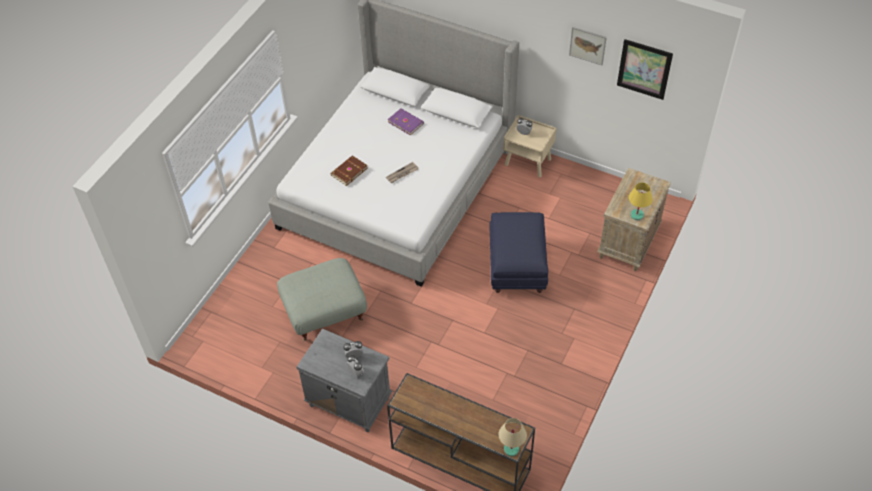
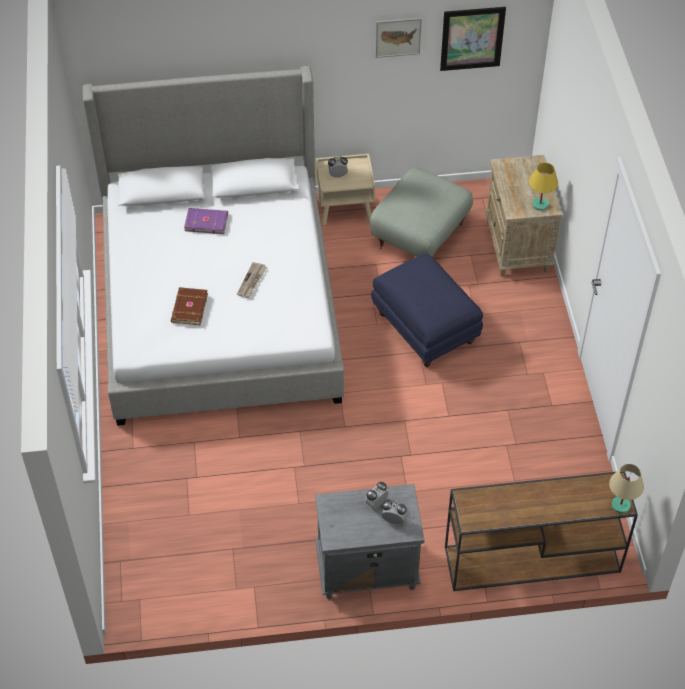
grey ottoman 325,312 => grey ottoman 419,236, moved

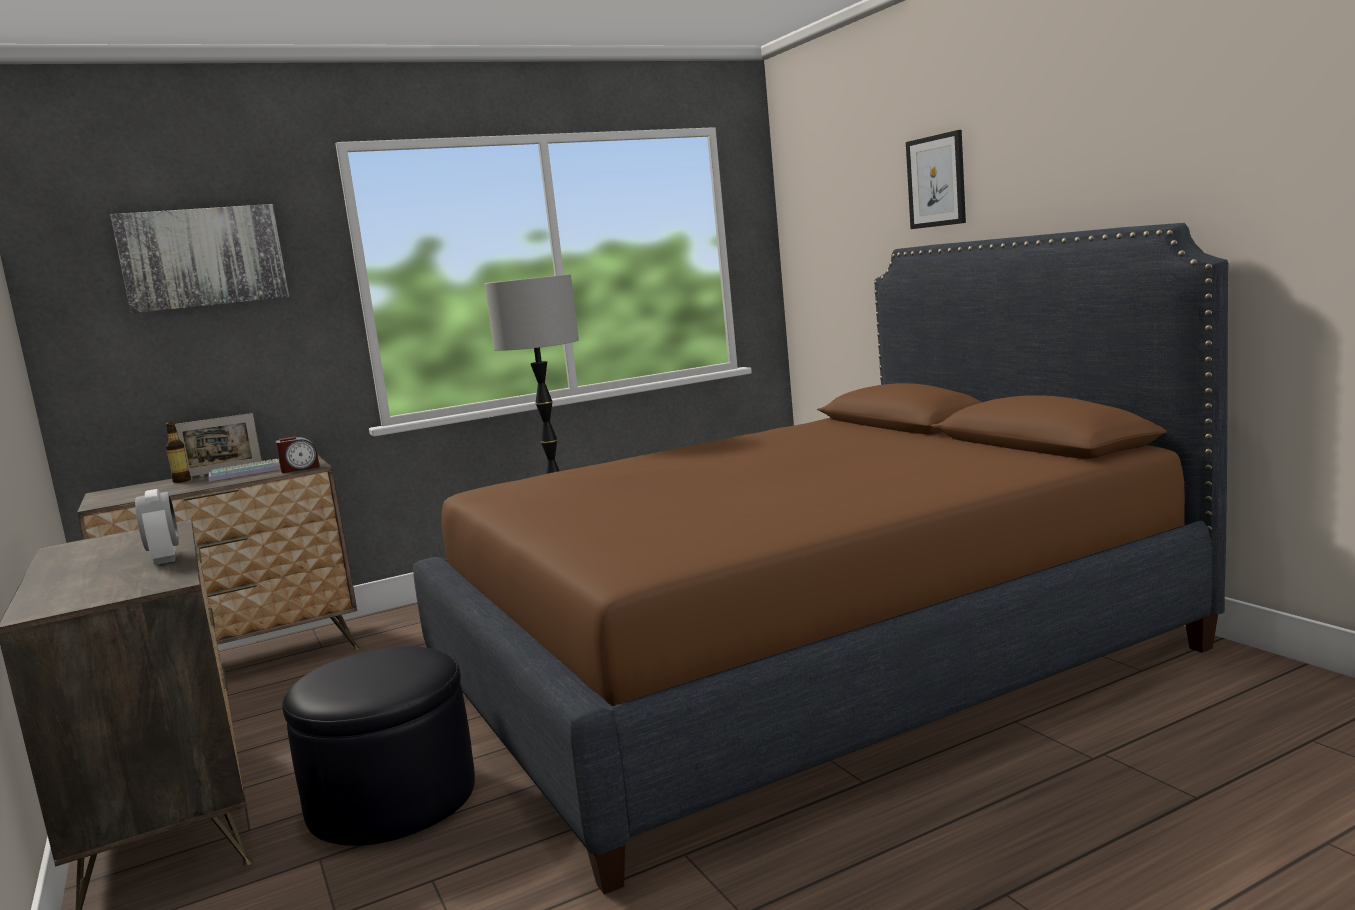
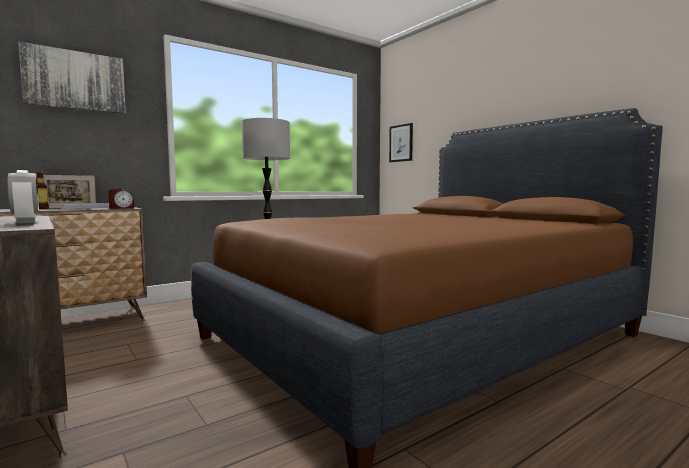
black ottoman 393,798 => nothing
picture 936,181 => picture 401,143, moved

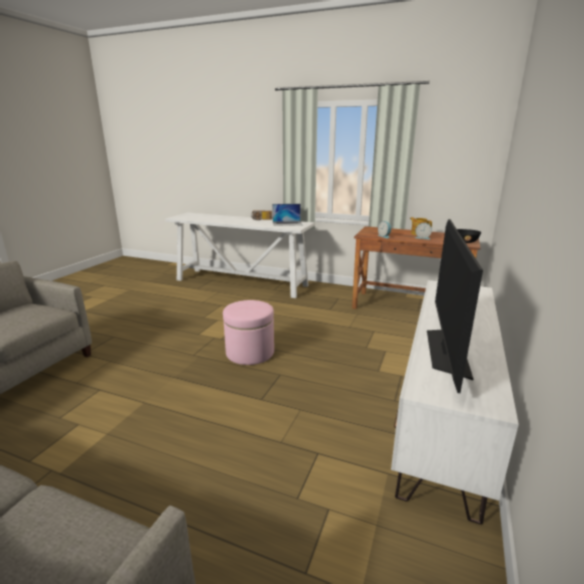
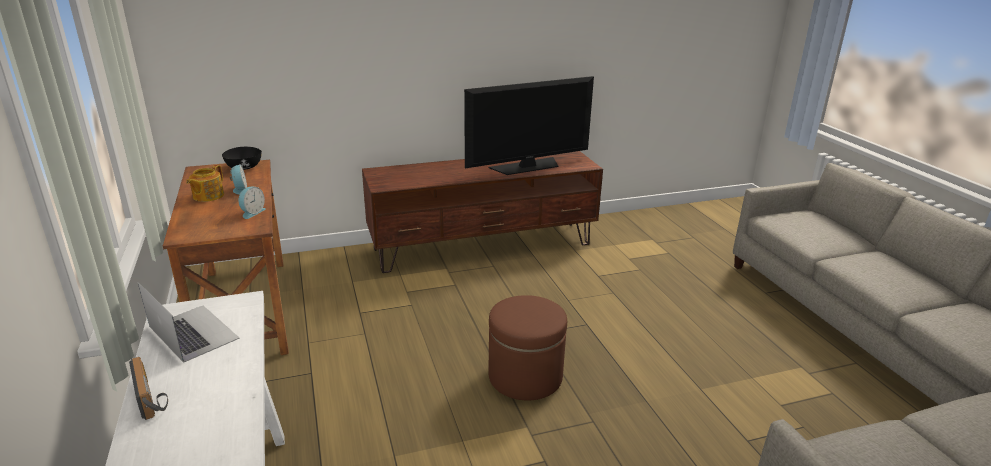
pink ottoman 250,352 => brown ottoman 525,376
white tv stand 443,413 => brown tv stand 483,246

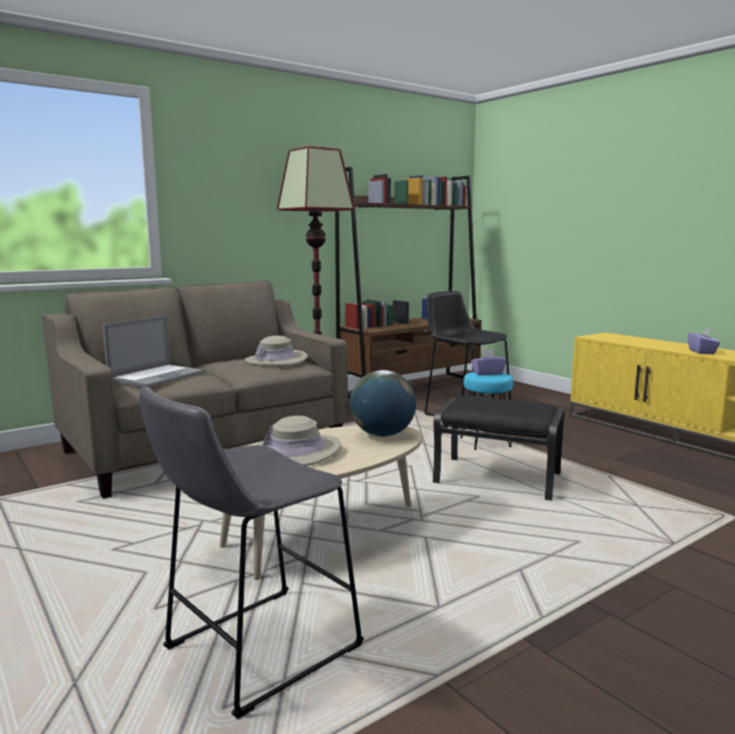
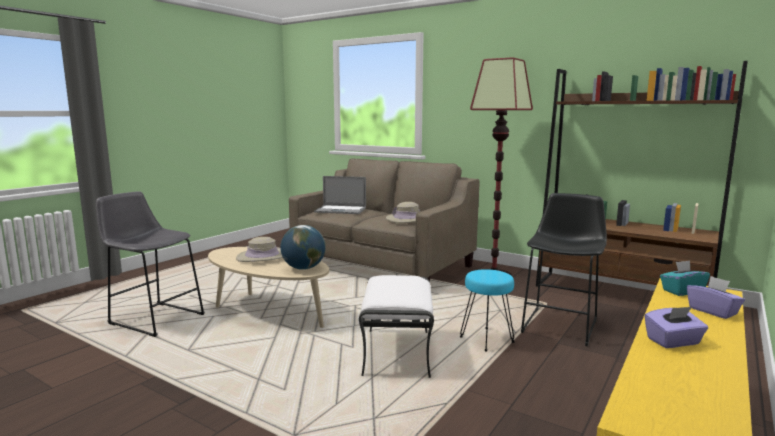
black ottoman 496,479 => white ottoman 396,351
purple tissue box 487,373 => purple tissue box 712,311, moved
nothing => turquoise tissue box 682,291

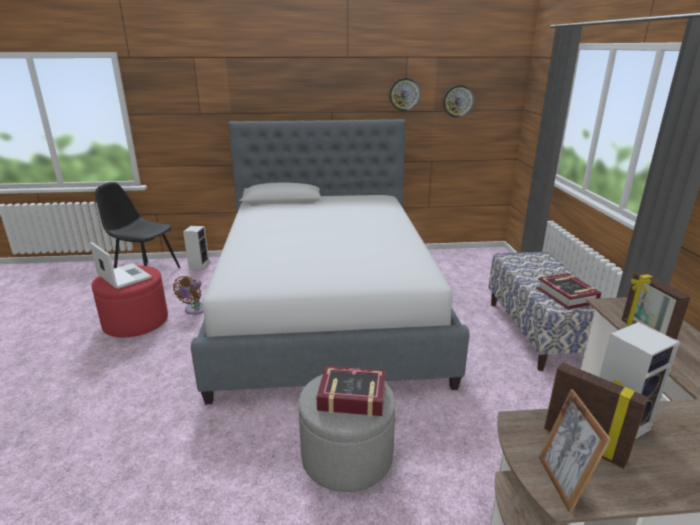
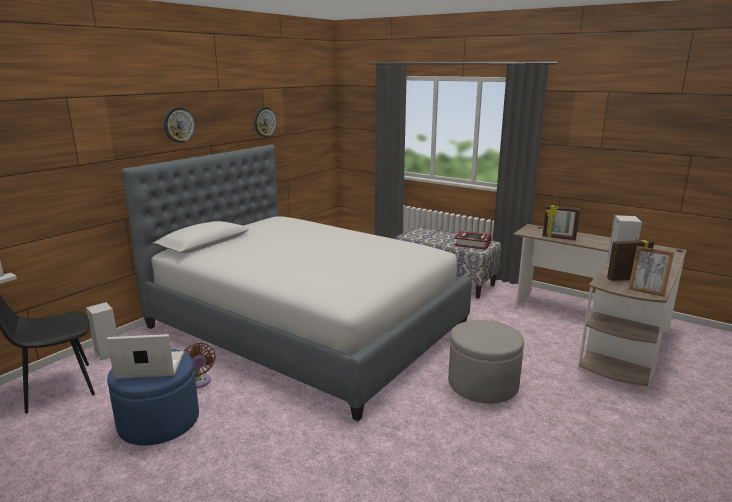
red ottoman 136,322 => blue ottoman 159,422
book 352,397 => nothing
wall clock 457,101 => wall clock 179,125, moved

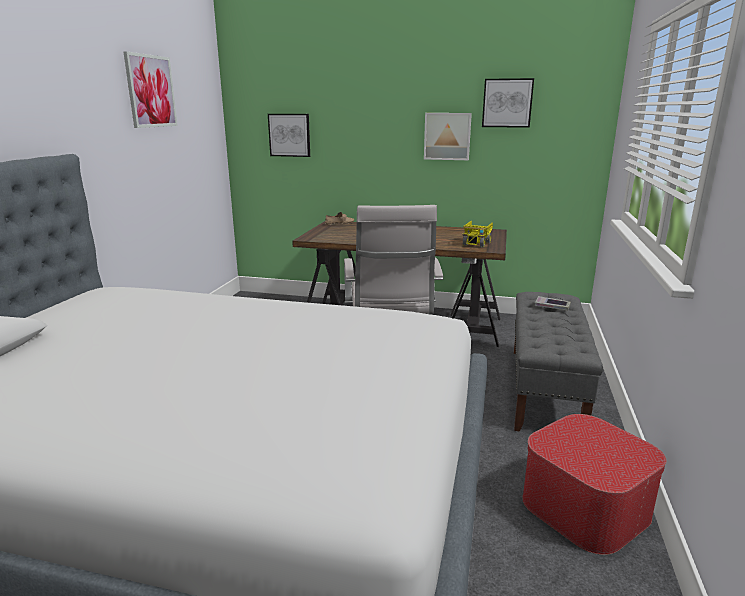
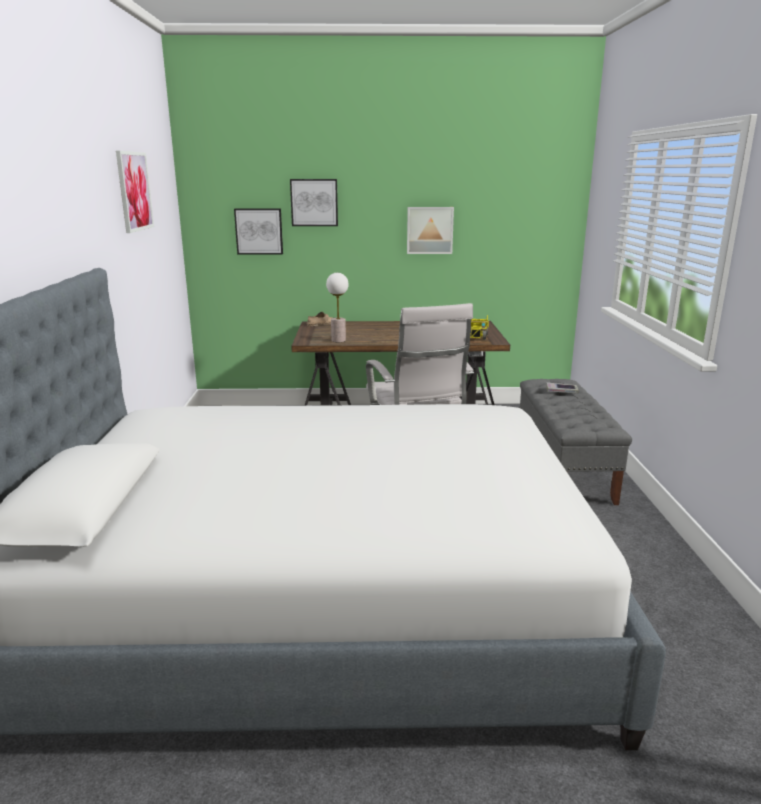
picture 507,103 => picture 314,202, moved
ottoman 584,506 => nothing
nothing => table lamp 338,340

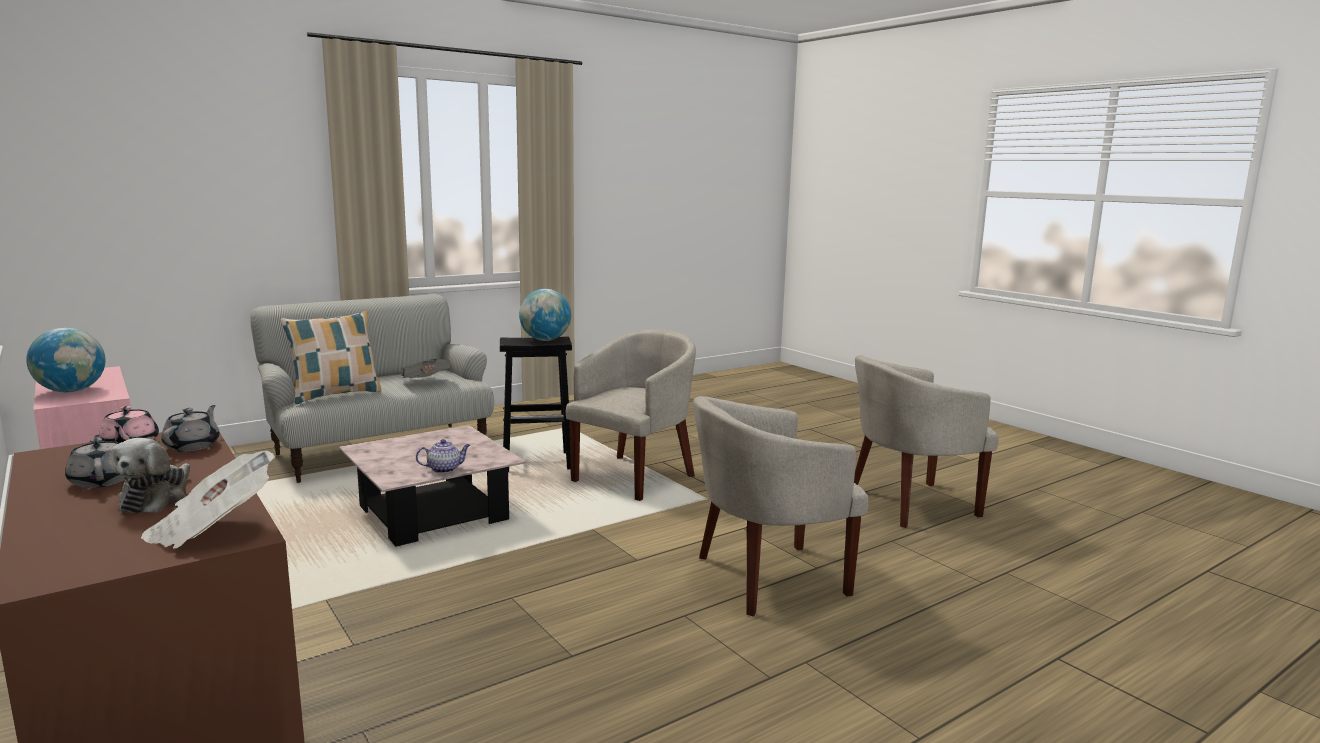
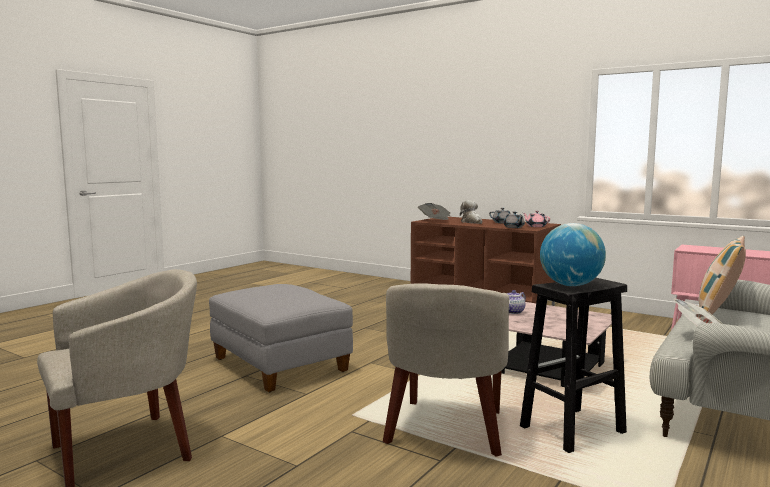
globe 71,391 => nothing
beige armchair 767,578 => grey ottoman 281,365

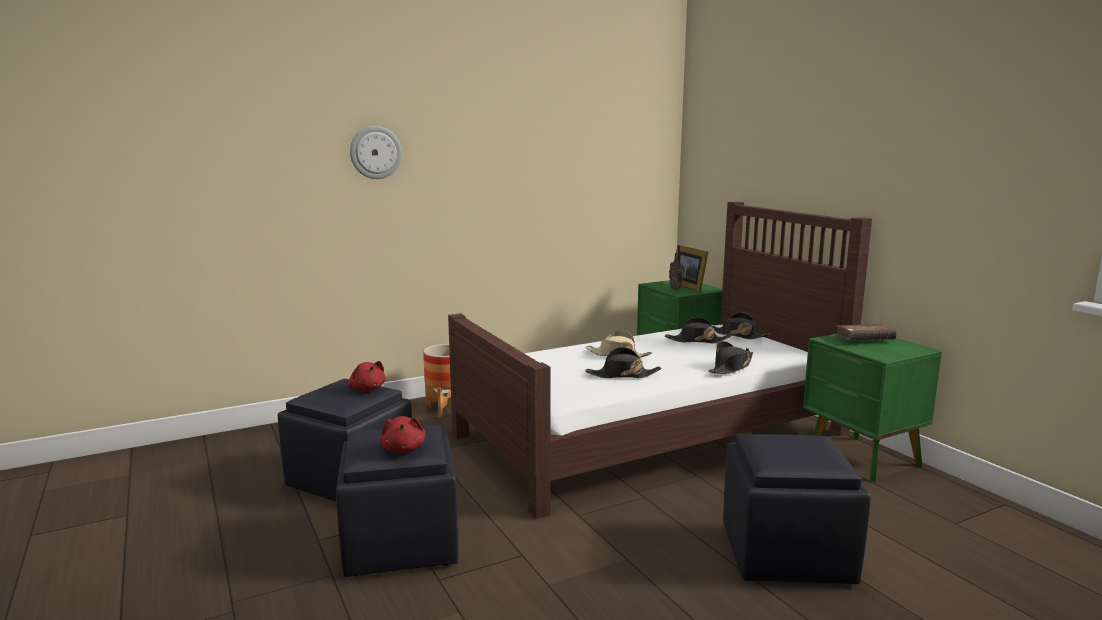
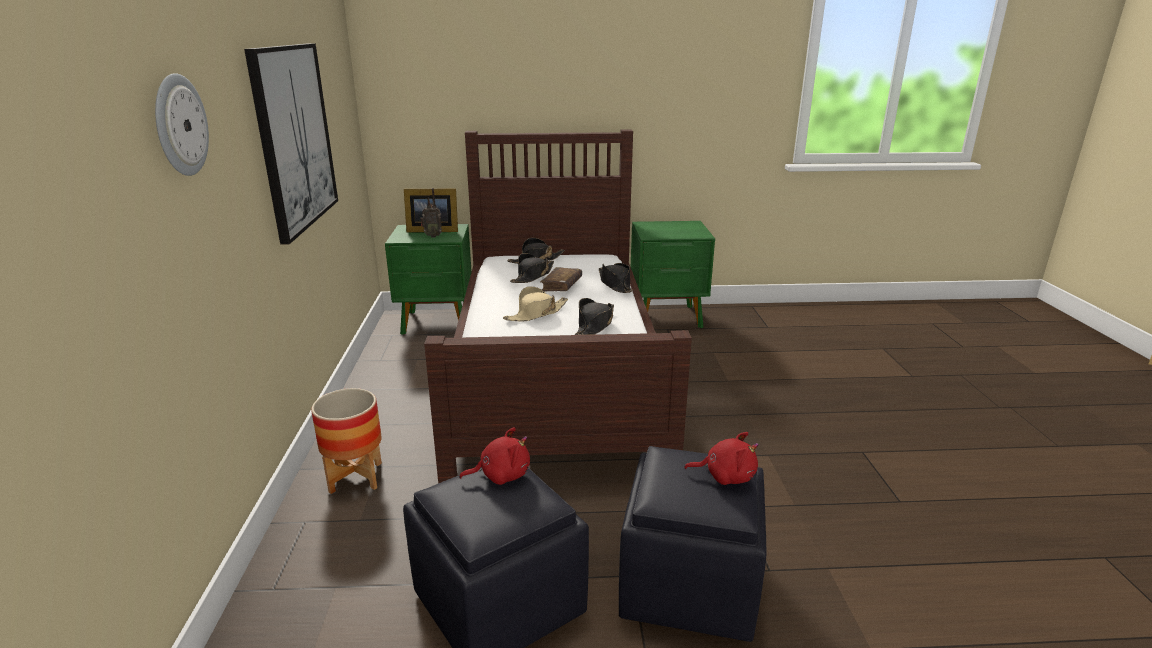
black ottoman 785,555 => nothing
brown book 864,340 => brown book 561,286, moved
nothing => picture 294,137

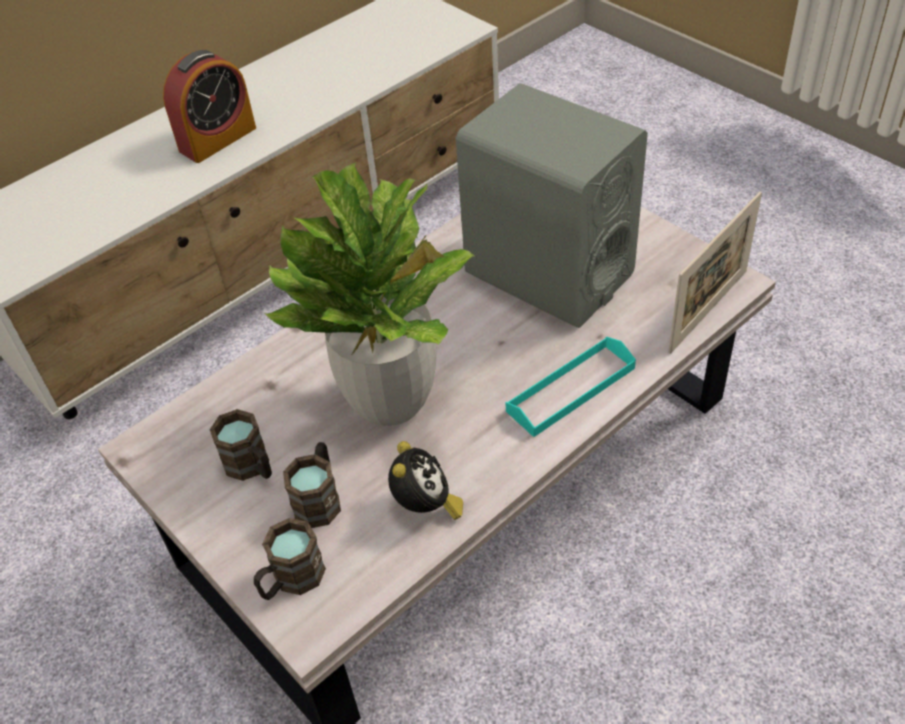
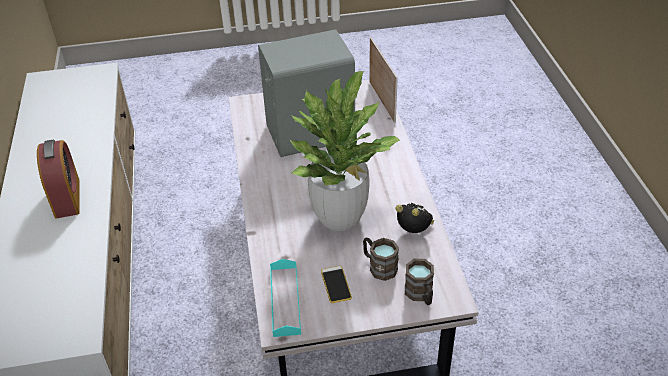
brown mug 252,467 => phone 336,284
turquoise tray 571,389 => turquoise tray 285,300, moved

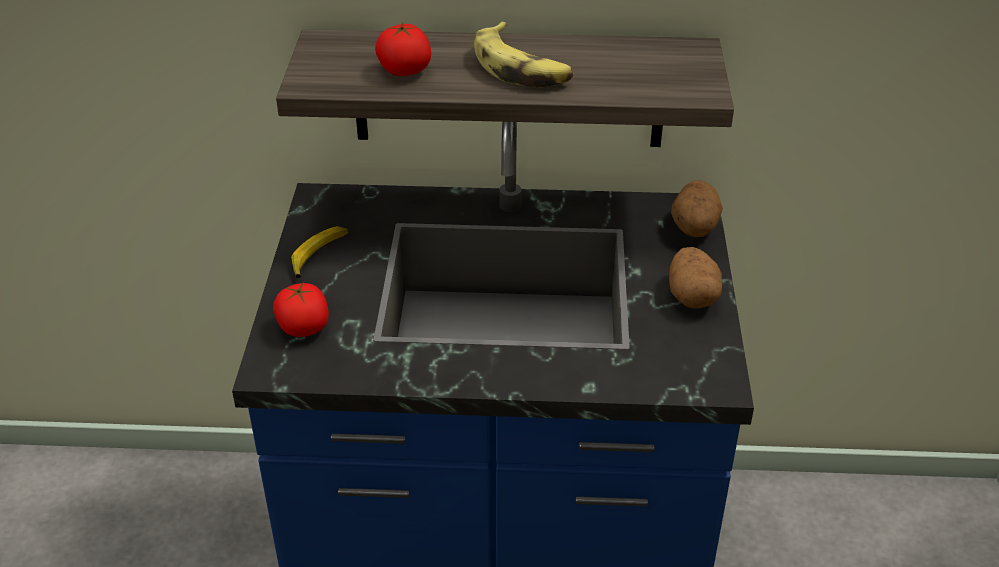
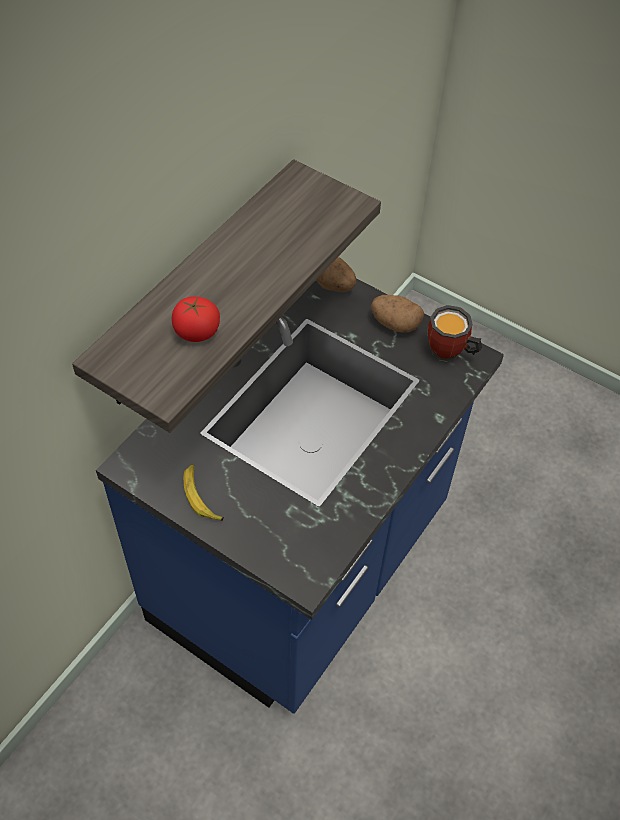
tomato 304,328 => nothing
banana 521,68 => nothing
nothing => mug 449,354

